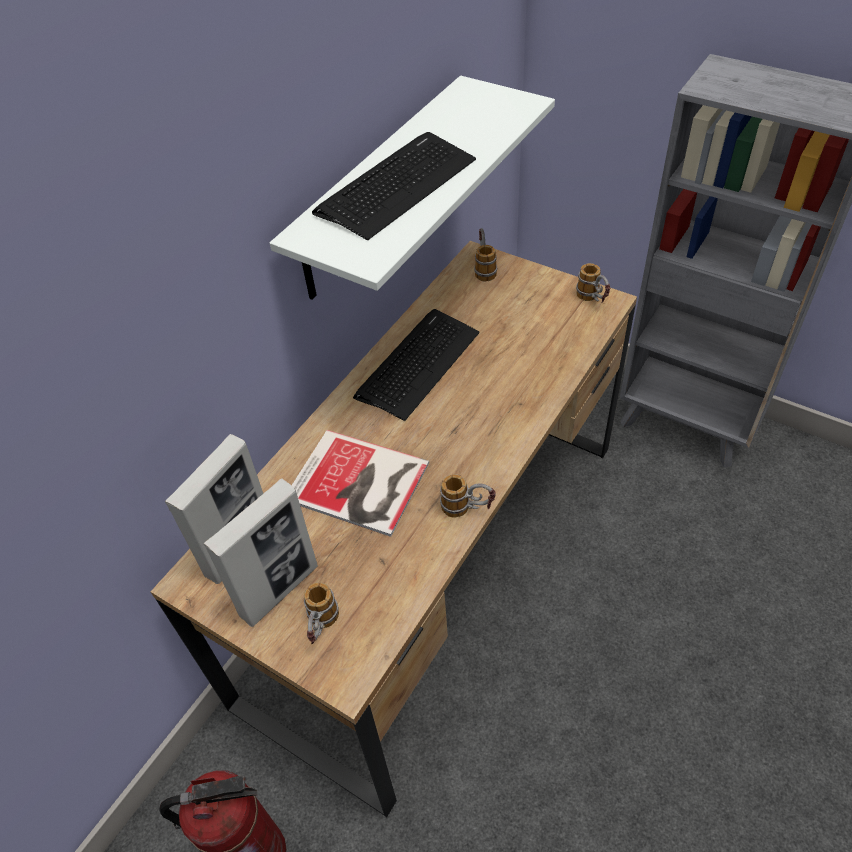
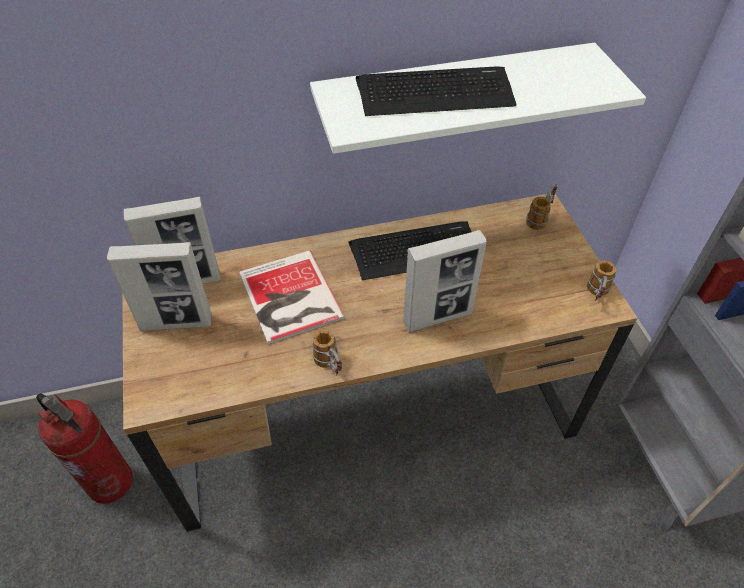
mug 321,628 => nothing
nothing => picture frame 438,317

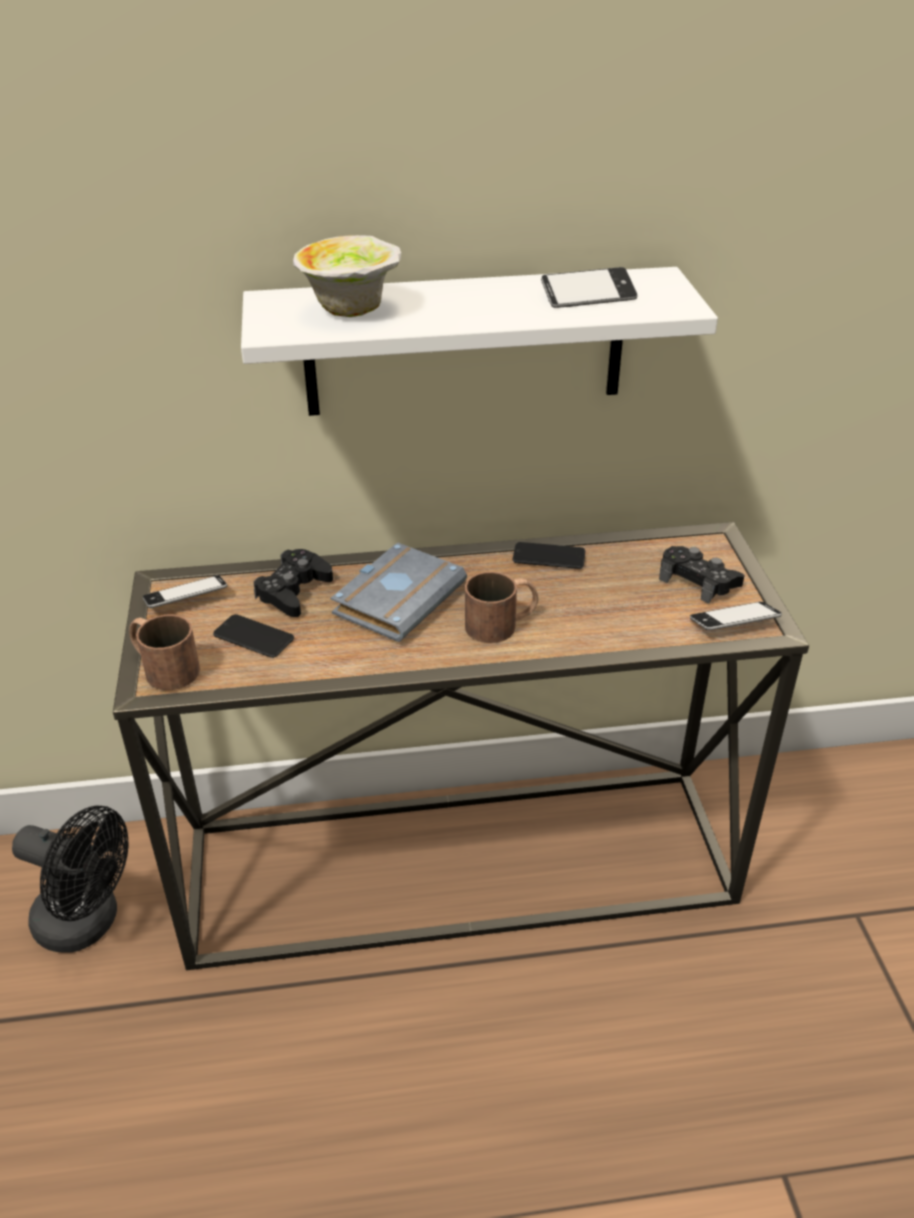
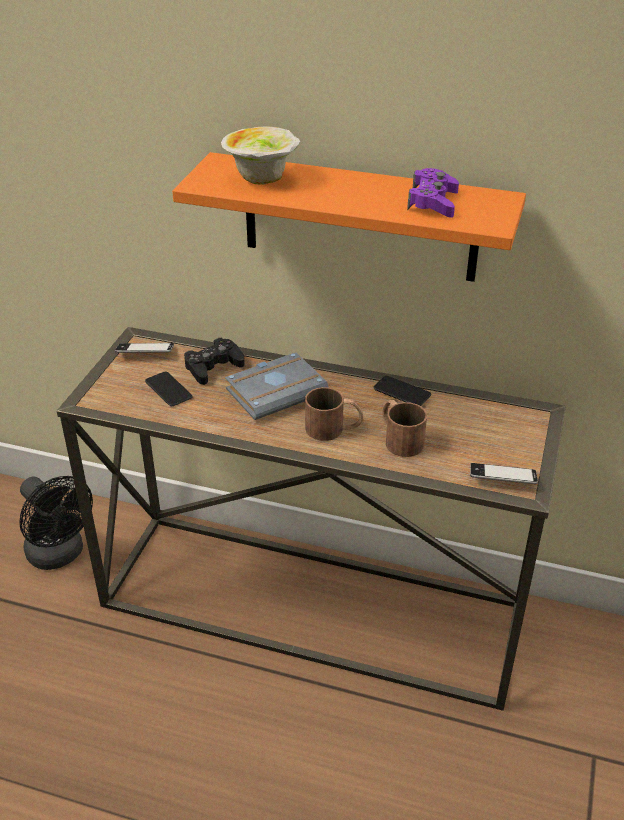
brown mug 163,667 => brown mug 399,438, moved
white shelf 464,342 => orange shelf 360,218
phone 588,296 => purple game controller 432,202
black game controller 698,581 => nothing

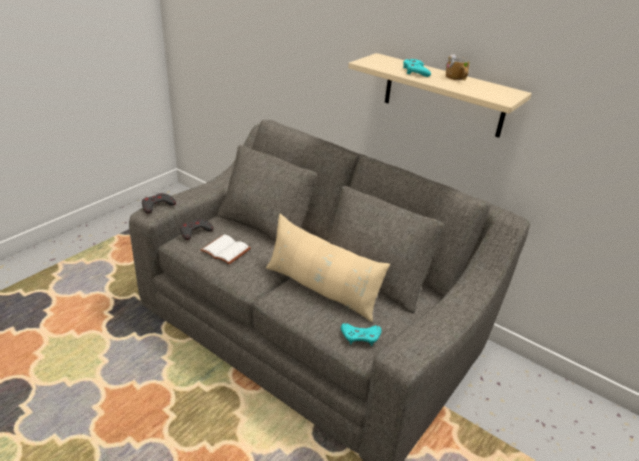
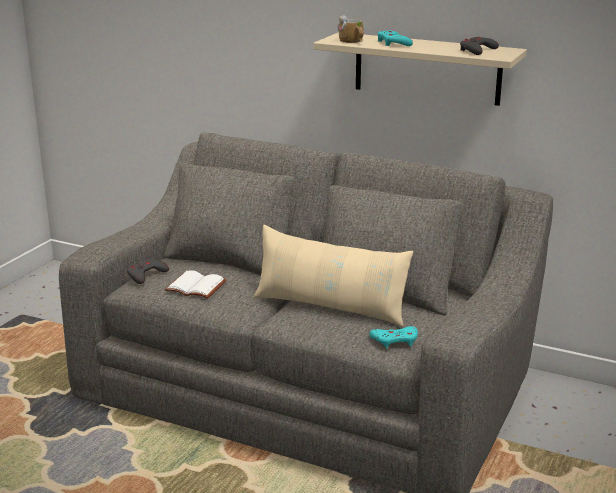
grey game controller 157,205 => grey game controller 477,50, moved
mug 457,78 => mug 352,42, moved

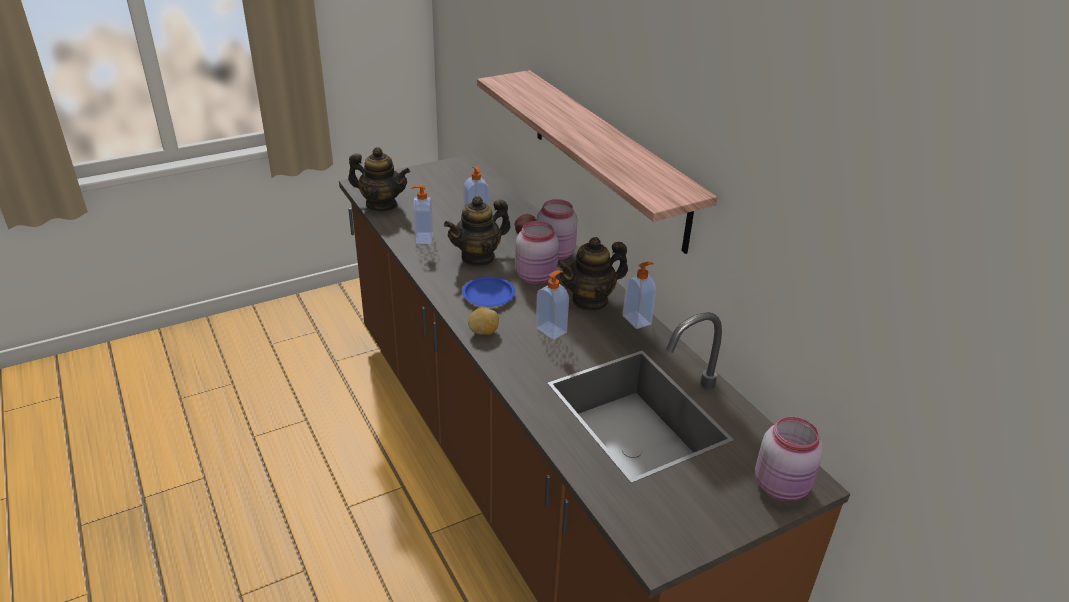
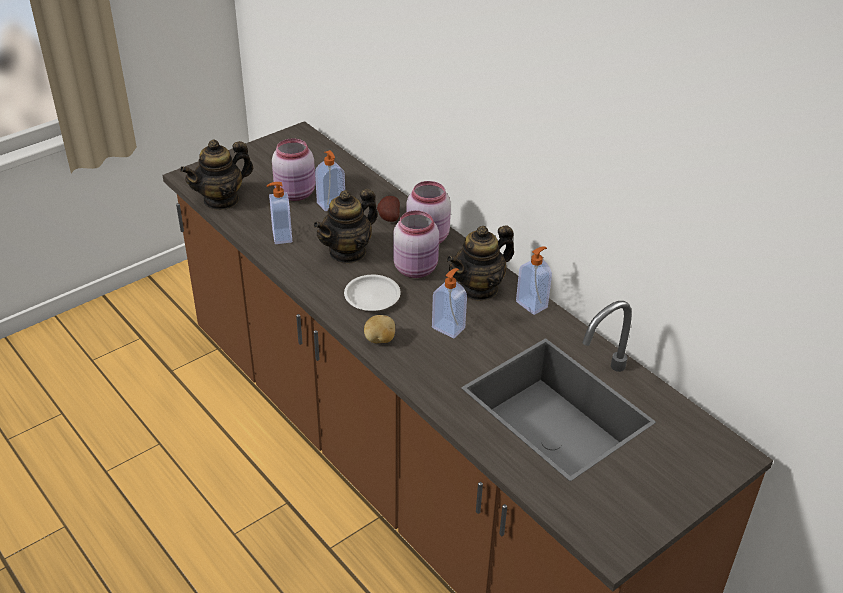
teapot 381,204 => teapot 221,200, 135 degrees clockwise
blue plate 488,295 => white plate 372,296
shelf 607,157 => nothing
pink jar 782,487 => pink jar 296,193, moved

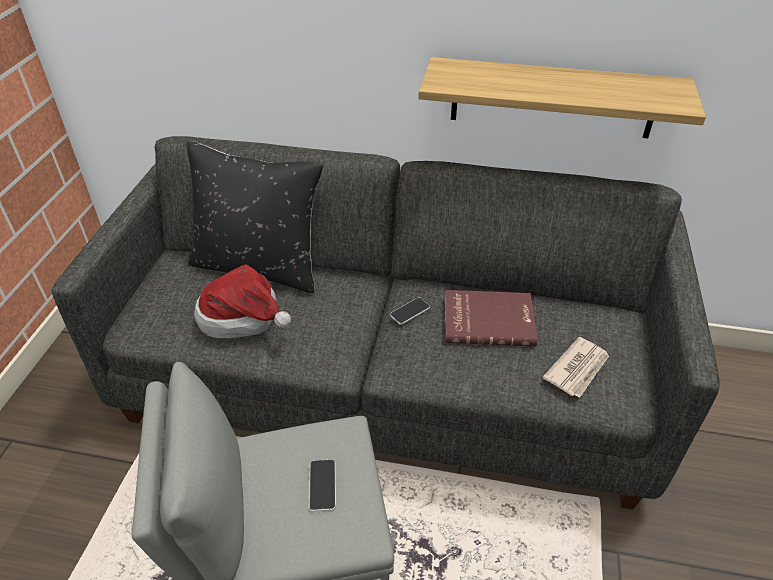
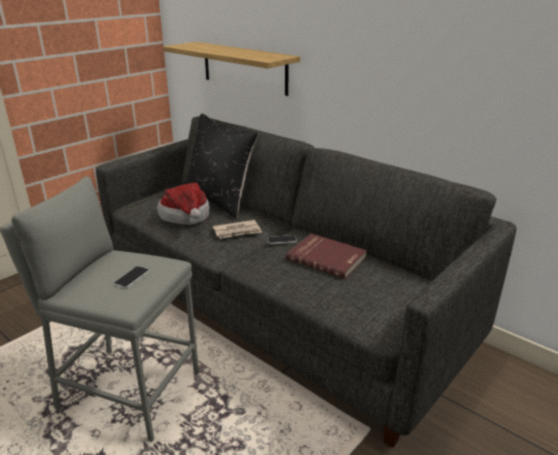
shelf 552,98 => shelf 244,68, moved
newspaper 578,369 => newspaper 237,231, moved

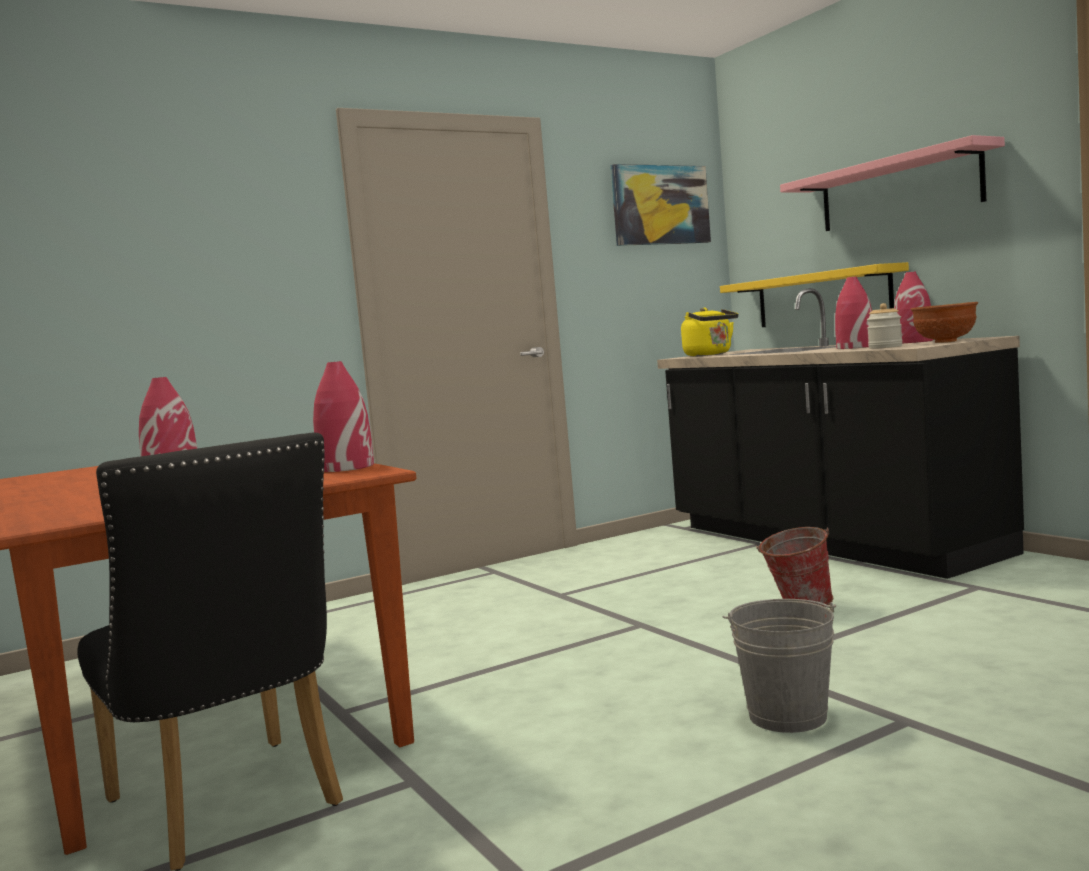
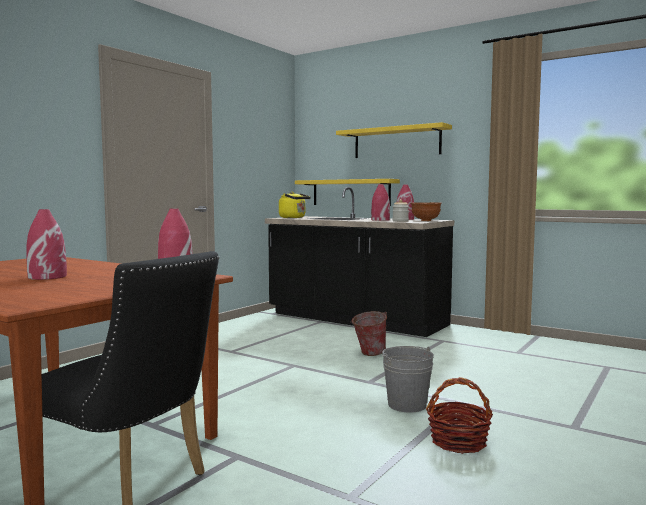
picture 660,205 => nothing
pink shelf 898,190 => yellow shelf 396,142
nothing => basket 458,442

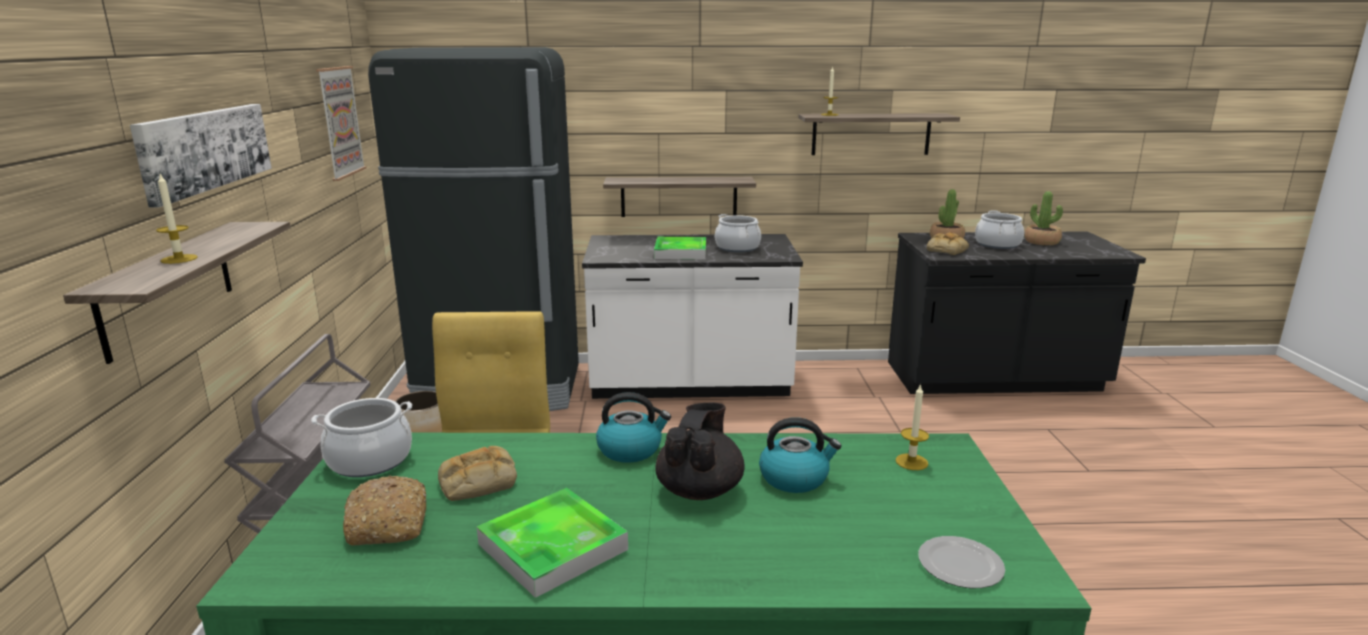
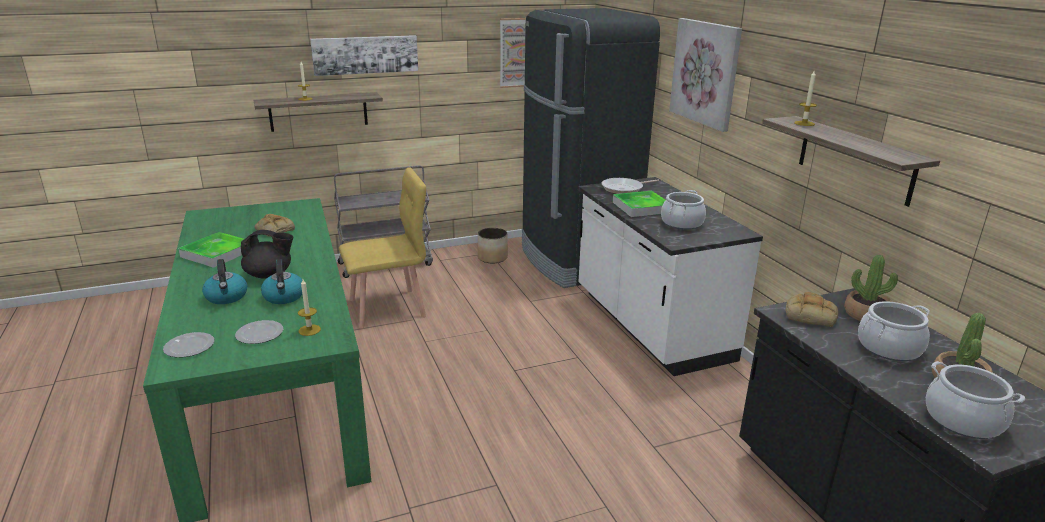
cooking pot 369,460 => cooking pot 963,420, moved
bread 389,524 => nothing
kettle 631,449 => kettle 227,297, moved
shelf 679,196 => nothing
nothing => plate 259,334
nothing => frying pan 624,189
nothing => picture 705,73

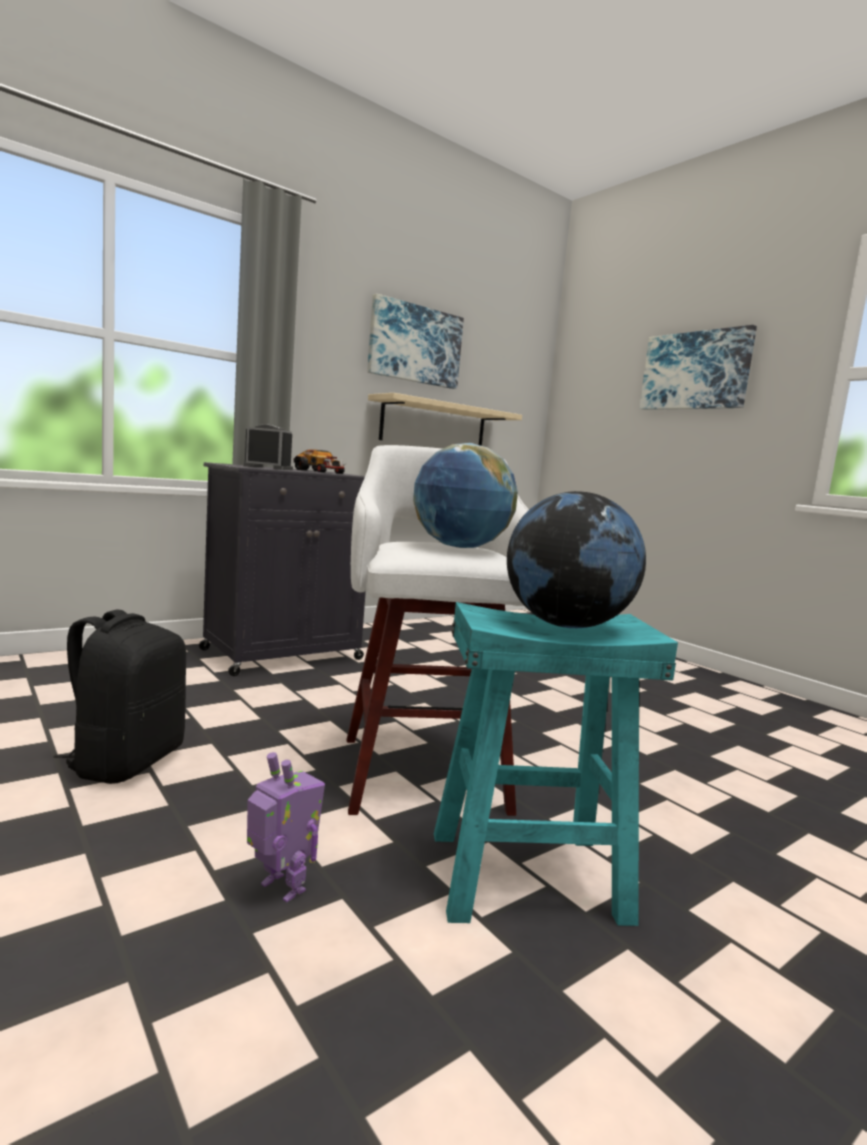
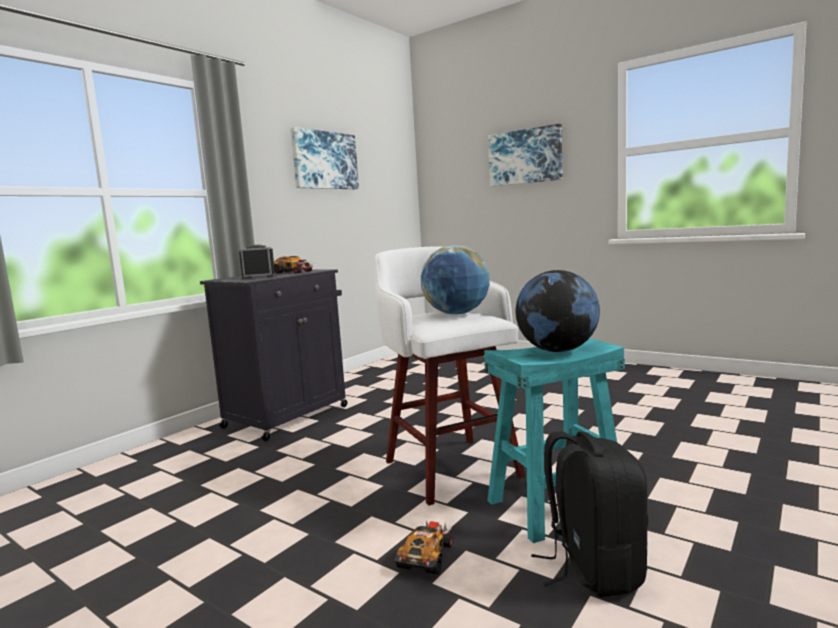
black backpack 125,761 => black backpack 592,568, moved
toy robot 281,888 => toy car 426,556
beige shelf 434,425 => nothing

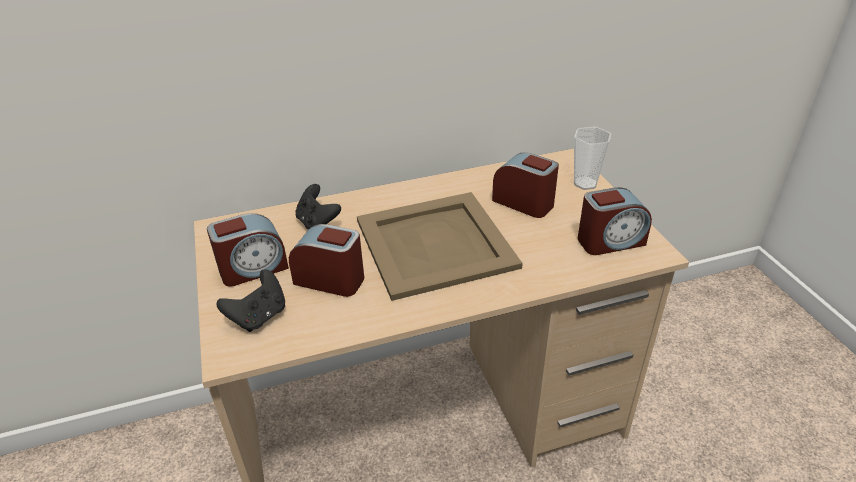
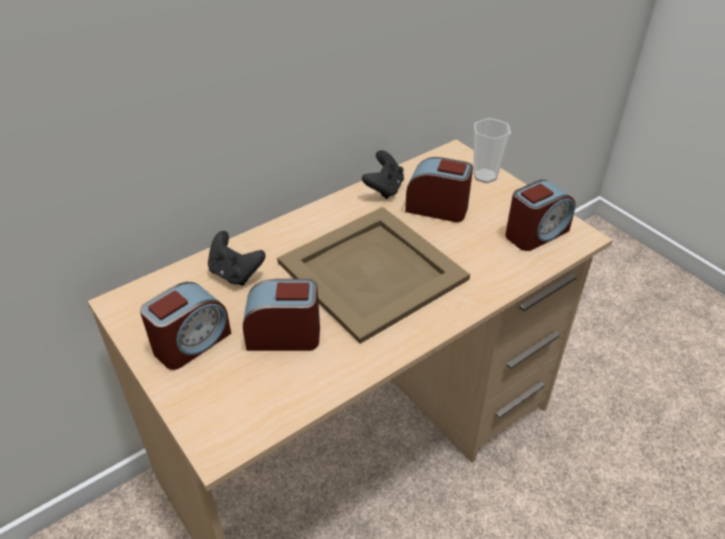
black game controller 259,317 => black game controller 384,189, moved

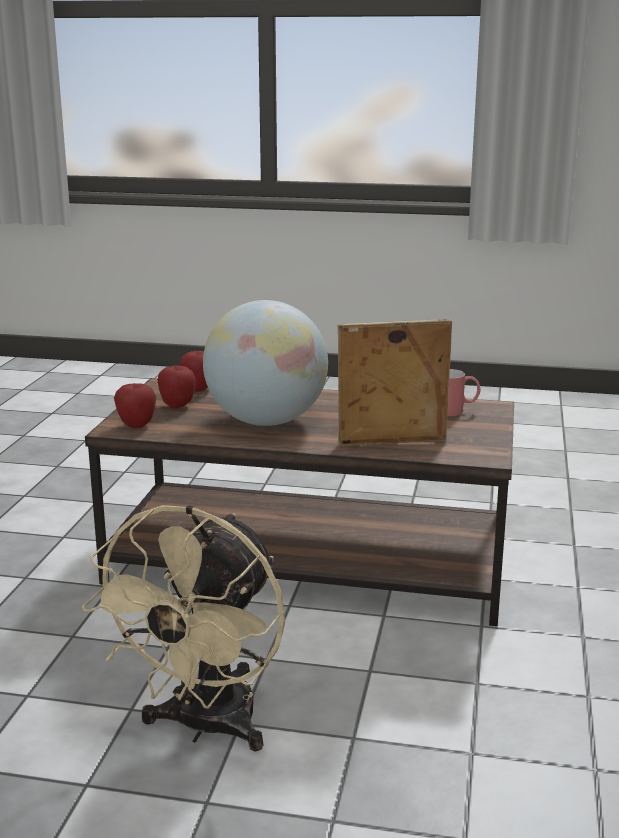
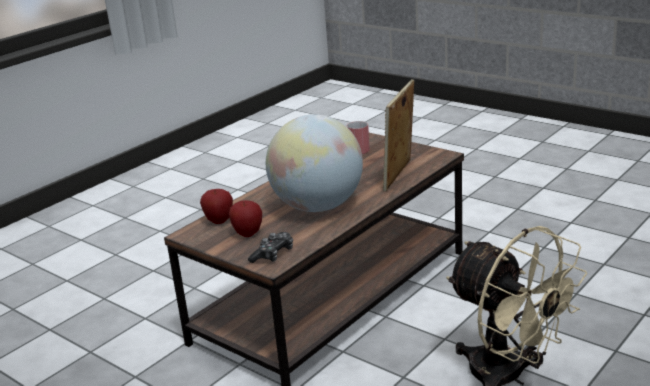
apple 136,425 => game controller 273,255

